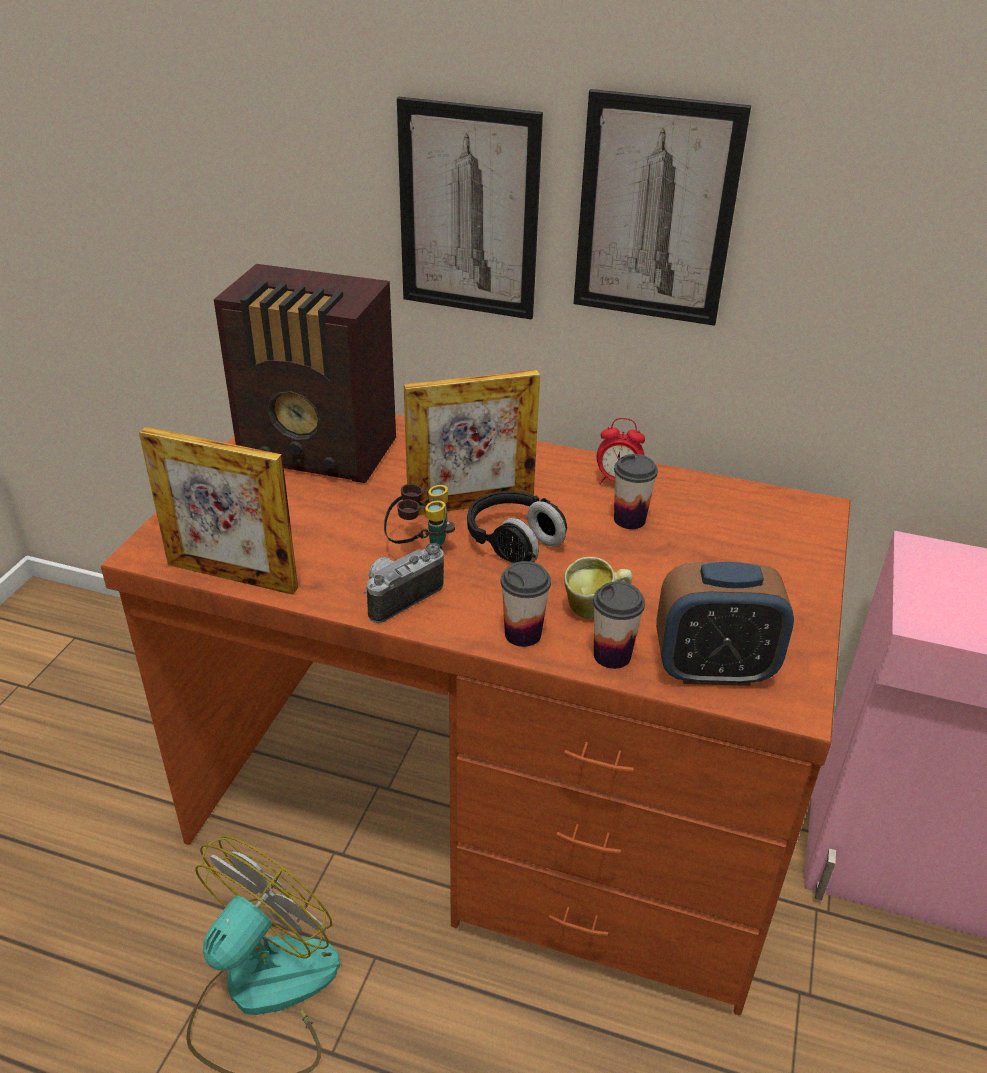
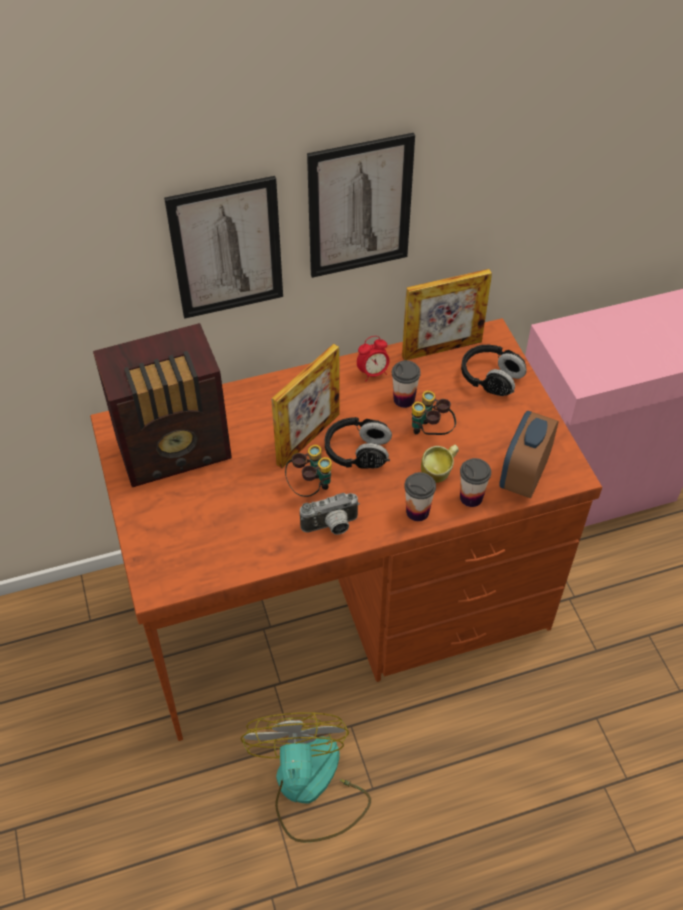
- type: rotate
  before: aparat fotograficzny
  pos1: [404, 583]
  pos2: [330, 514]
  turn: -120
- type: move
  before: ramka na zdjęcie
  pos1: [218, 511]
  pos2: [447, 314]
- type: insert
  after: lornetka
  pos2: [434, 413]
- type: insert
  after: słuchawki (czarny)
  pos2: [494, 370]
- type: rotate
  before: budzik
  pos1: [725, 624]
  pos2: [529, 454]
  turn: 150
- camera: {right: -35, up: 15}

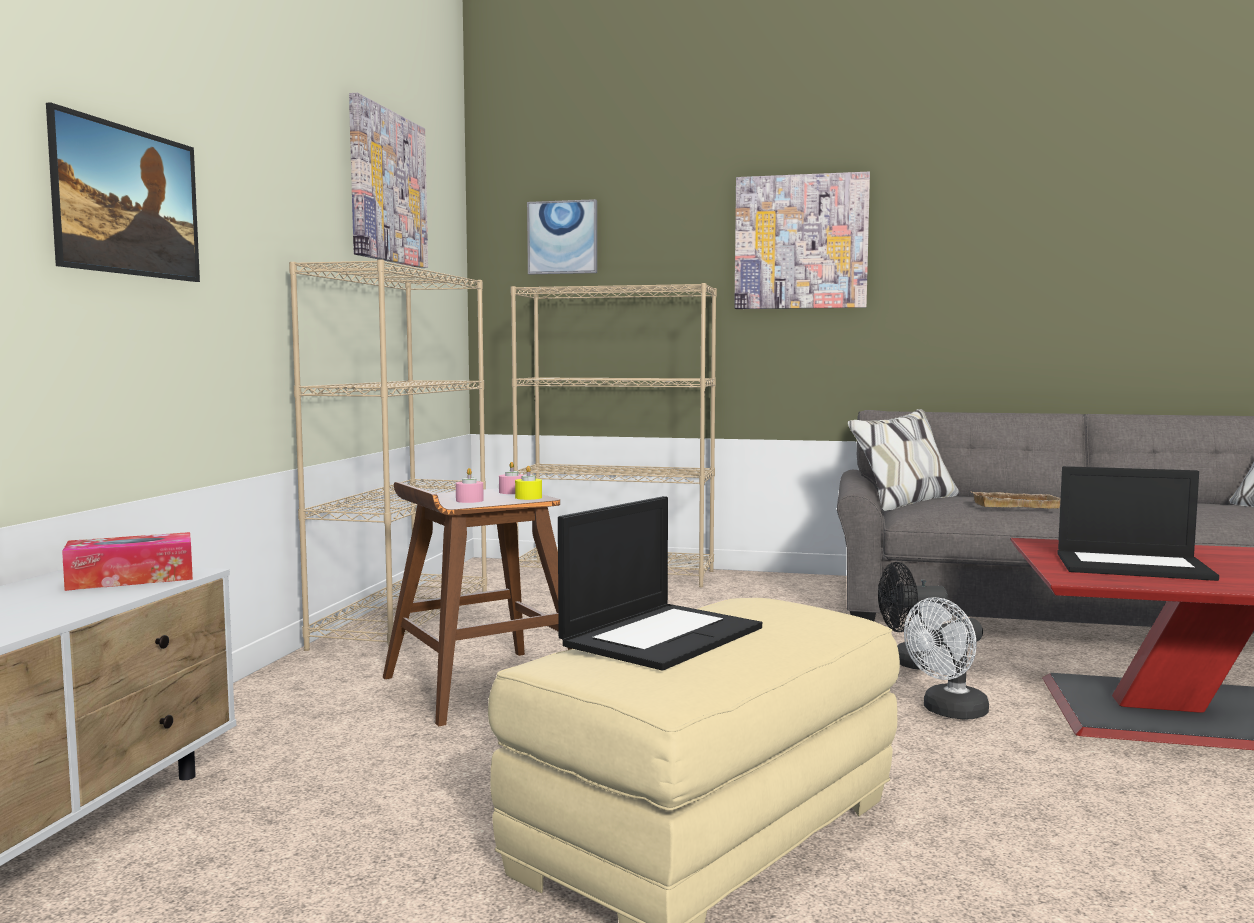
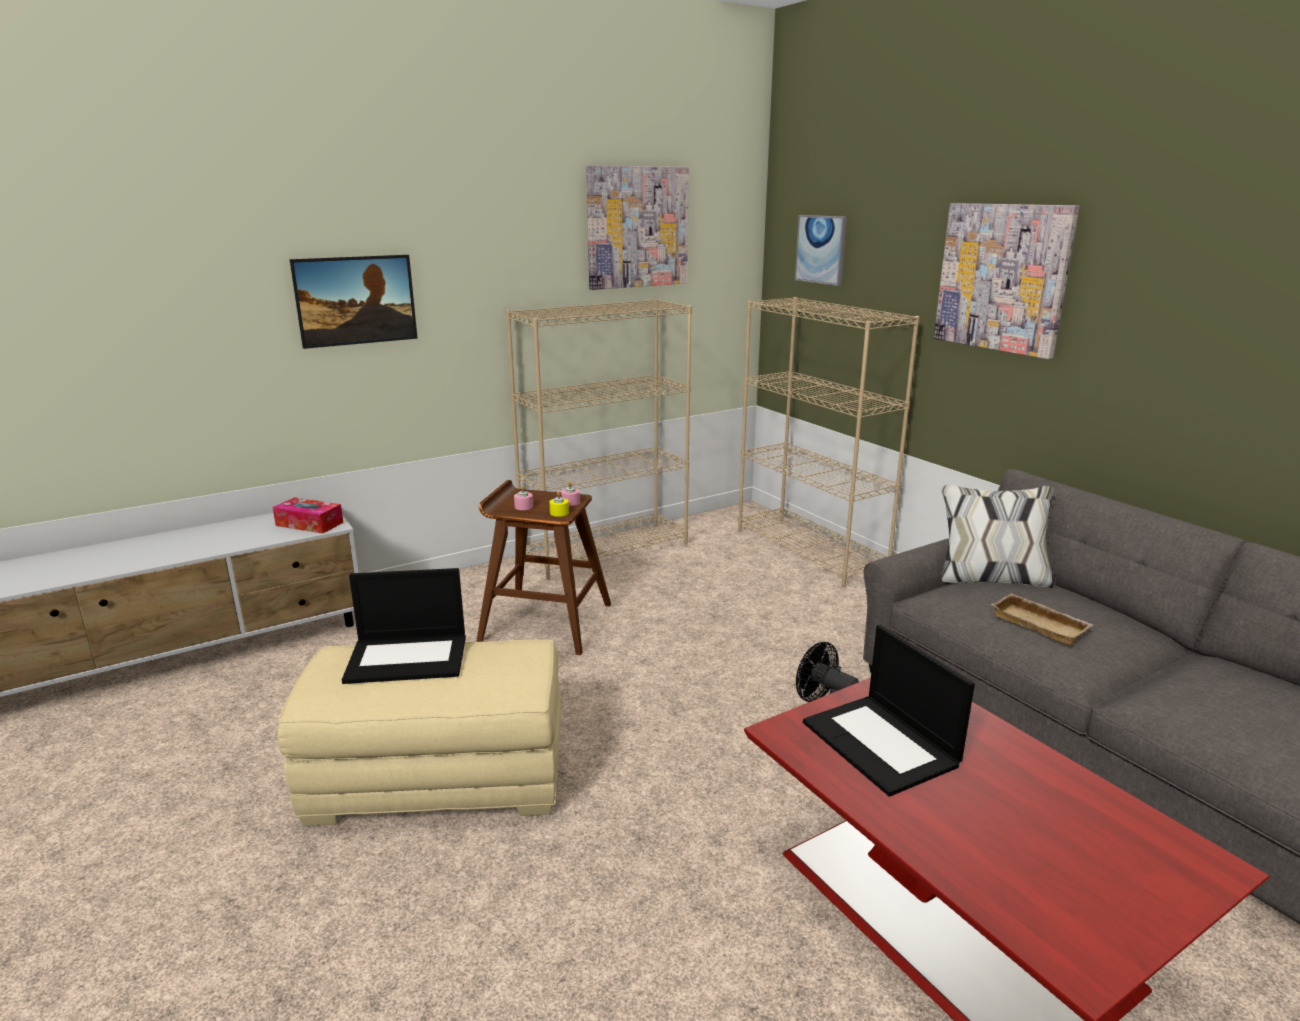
- type: delete
  before: wentylator (biały)
  pos1: [946, 658]
- camera: {right: 45, up: 15}

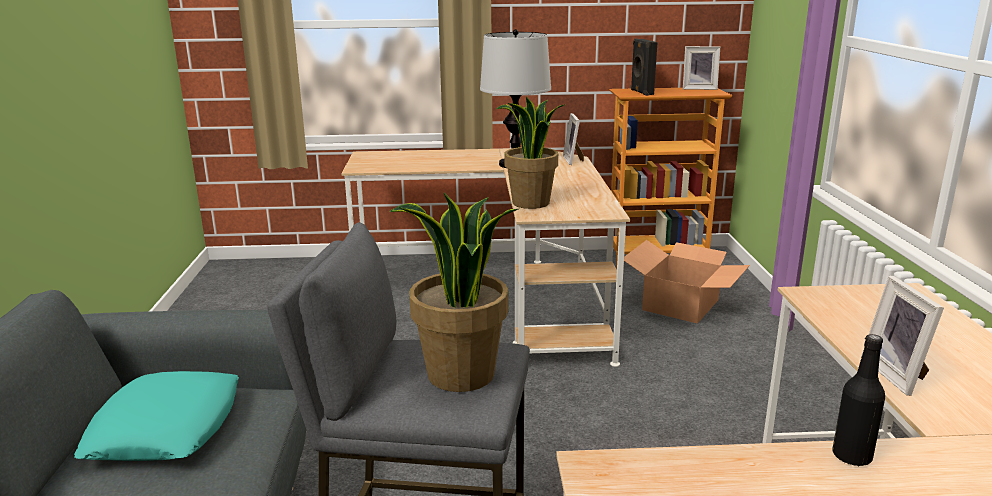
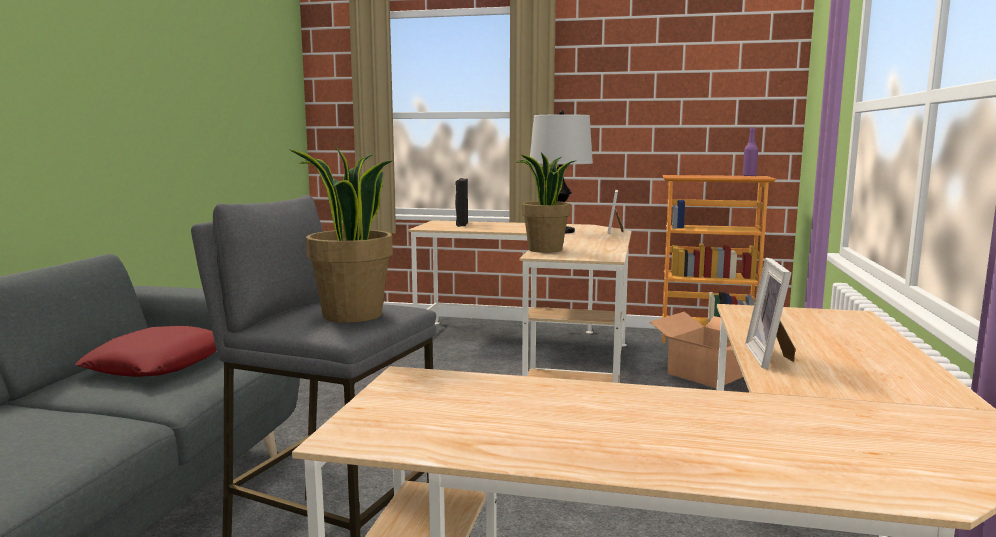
- type: recolor
  before: poduszka (turkusowy)
  after: poduszka (czerwony)
  pos1: [156, 416]
  pos2: [146, 351]
- type: move
  before: głośnik (czarny)
  pos1: [644, 67]
  pos2: [461, 202]
- type: replace
  before: ramka na zdjęcie
  after: butelka (fioletowy)
  pos1: [701, 68]
  pos2: [750, 152]
- type: delete
  before: butelka (czarny)
  pos1: [858, 400]
- camera: {right: 15, up: -10}

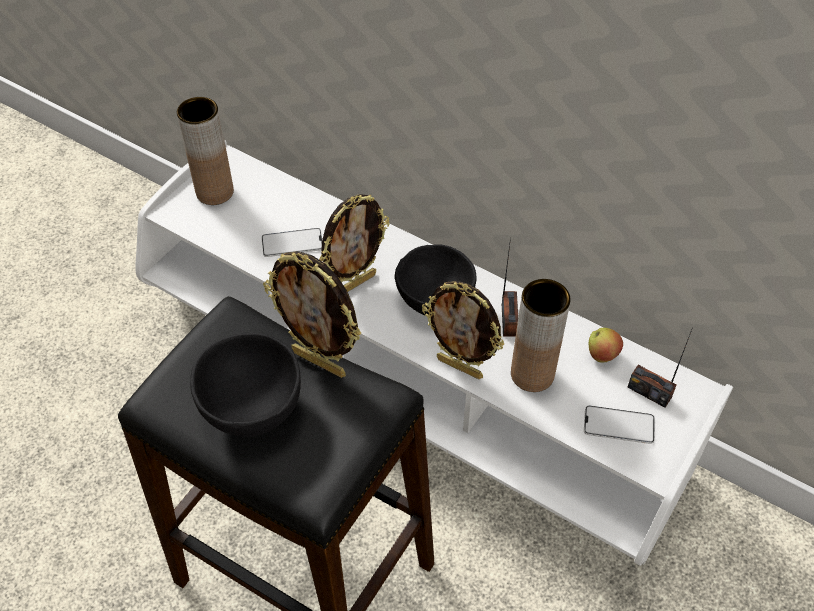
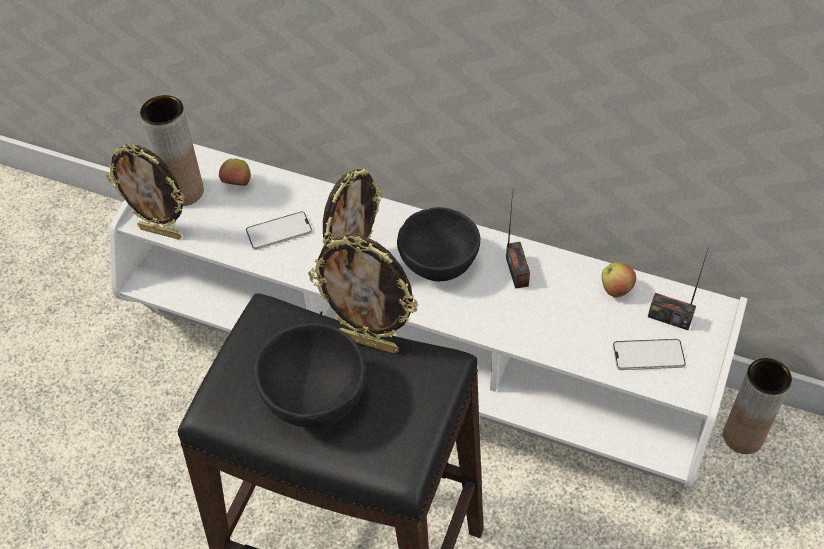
- type: move
  before: ramka na zdjęcie
  pos1: [463, 330]
  pos2: [145, 192]
- type: insert
  after: jabłko
  pos2: [235, 172]
- type: move
  before: wazon (brązowy)
  pos1: [541, 335]
  pos2: [757, 406]
- camera: {right: -10, up: 0}

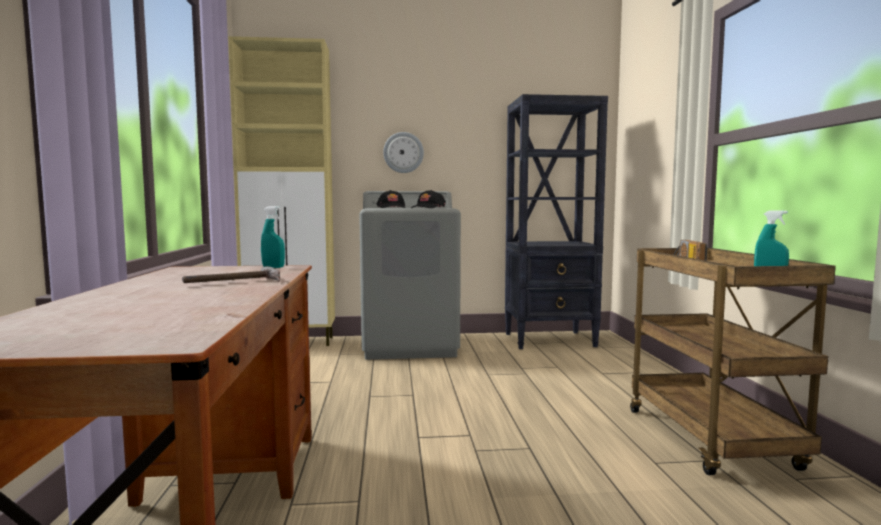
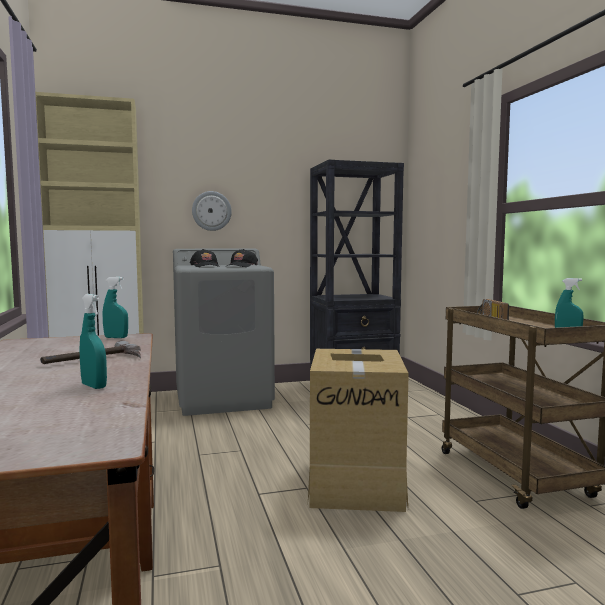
- type: insert
  after: spryskiwacz (turkusowy)
  pos2: [93, 341]
- type: insert
  after: karton
  pos2: [358, 430]
- camera: {right: -10, up: 0}

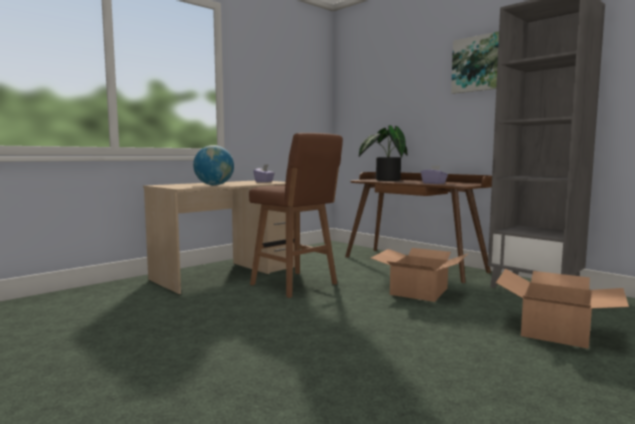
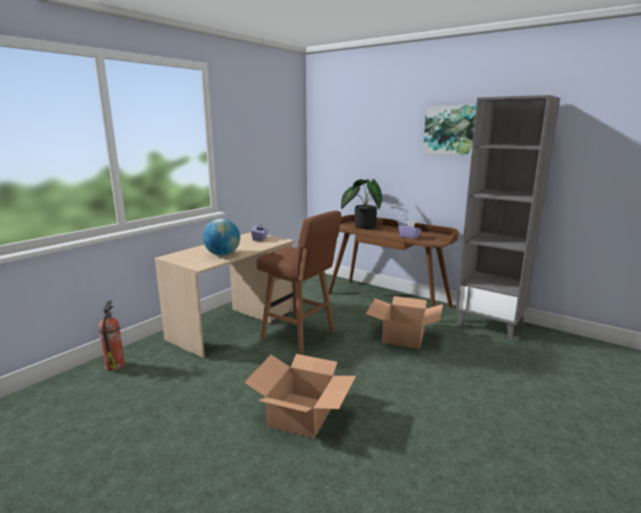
- type: insert
  after: gaśnica
  pos2: [111, 335]
- type: move
  before: karton
  pos1: [562, 308]
  pos2: [300, 396]
- camera: {right: -10, up: 10}

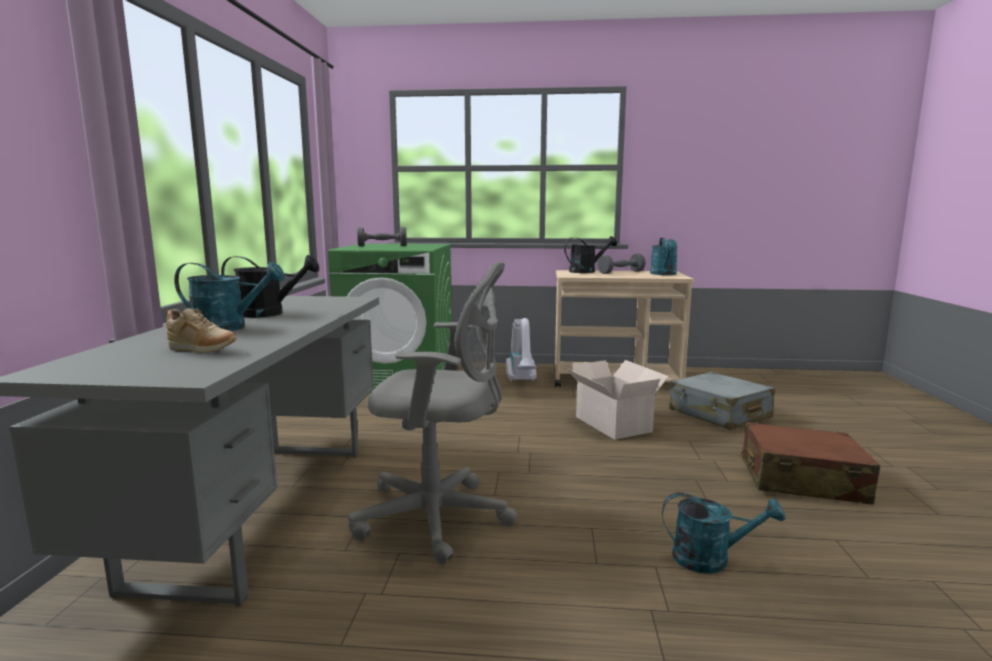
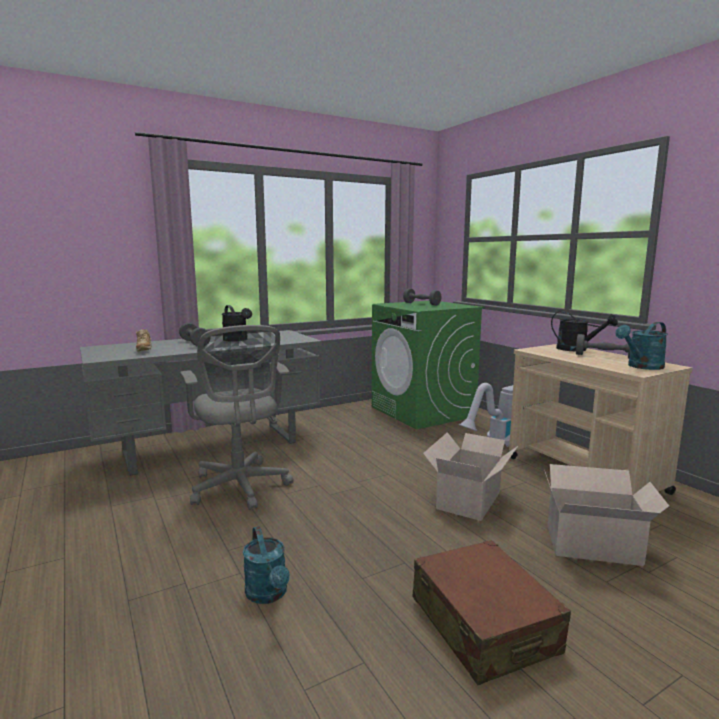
- type: replace
  before: konewka (turkusowy)
  after: hantel (szary)
  pos1: [229, 296]
  pos2: [193, 335]
- type: replace
  before: walizka (szary)
  after: karton
  pos1: [722, 401]
  pos2: [606, 515]
- camera: {right: 55, up: 0}

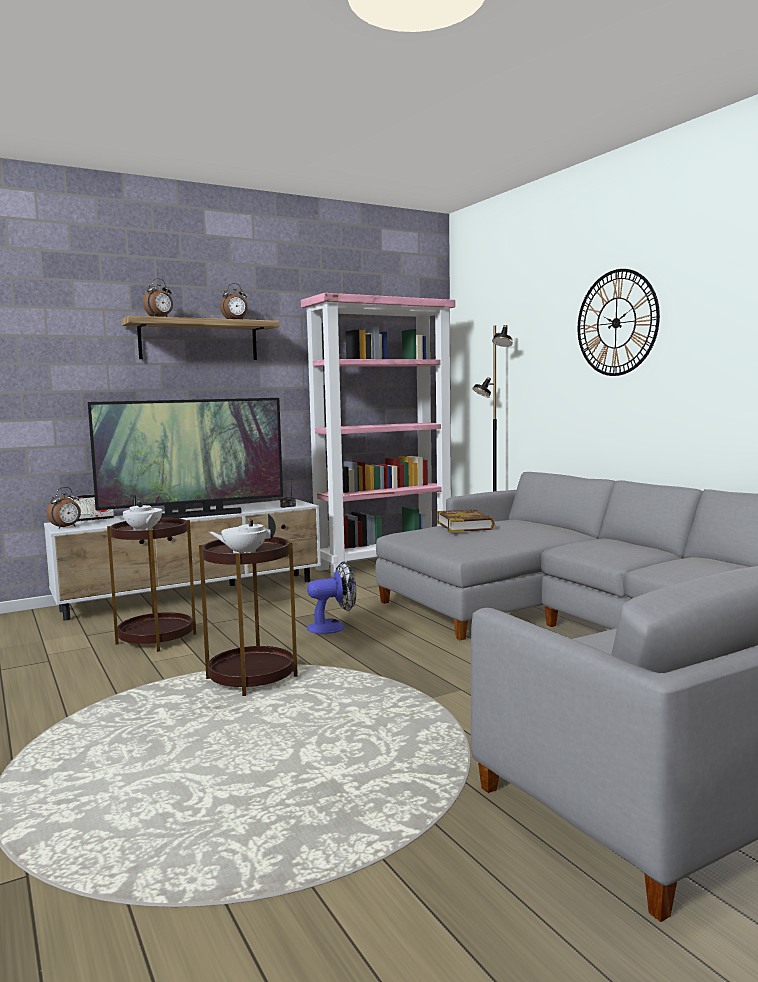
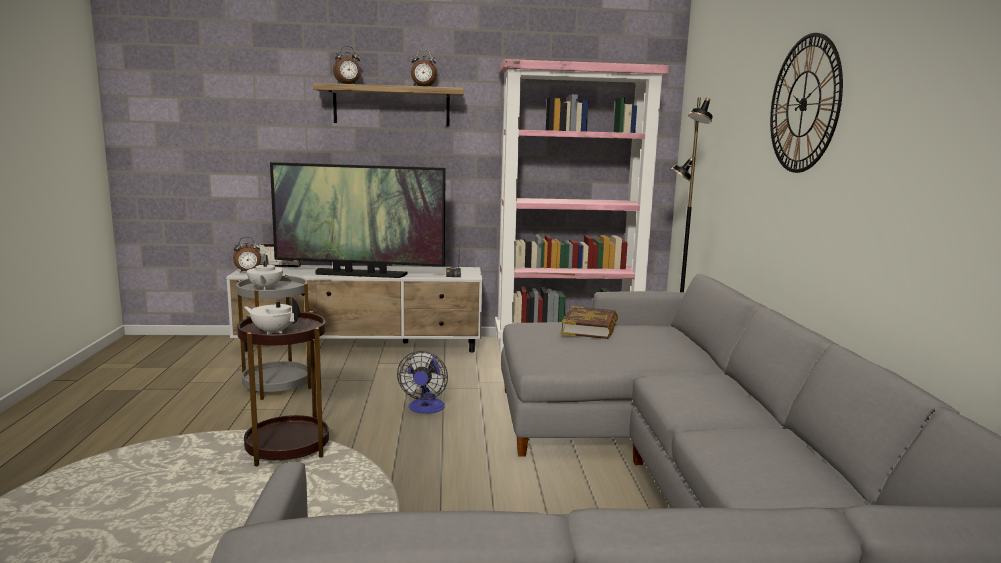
- type: recolor
  before: stolik (brązowy)
  after: stolik (szary)
  pos1: [151, 585]
  pos2: [274, 337]
- type: rotate
  before: wentylator
  pos1: [331, 597]
  pos2: [422, 382]
  turn: 90
- camera: {right: 25, up: 5}

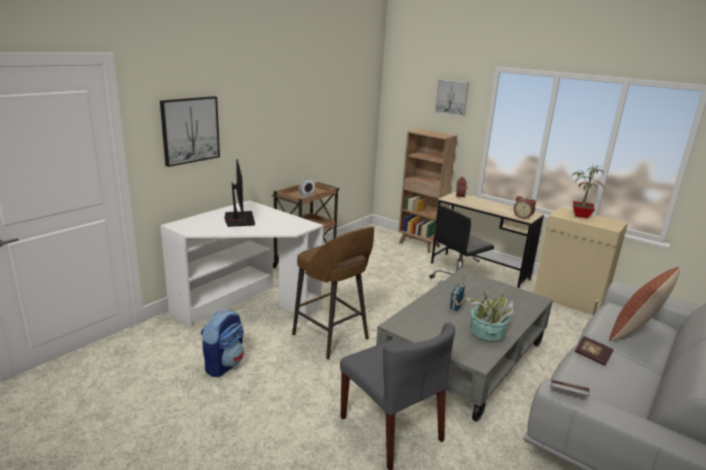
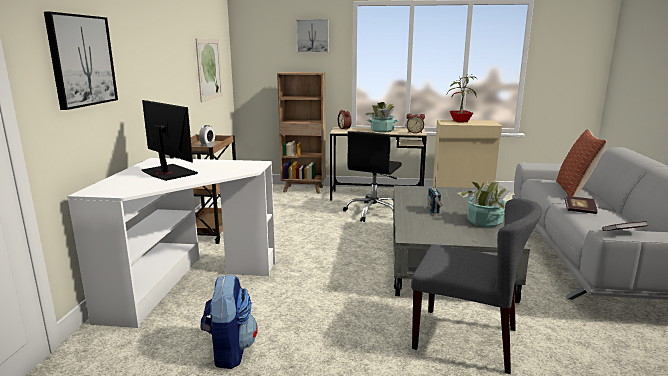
- type: insert
  after: obraz
  pos2: [209, 70]
- type: insert
  after: roślina doniczkowa
  pos2: [381, 117]
- type: delete
  before: stołek (brązowy)
  pos1: [333, 292]
- camera: {right: -30, up: -5}

